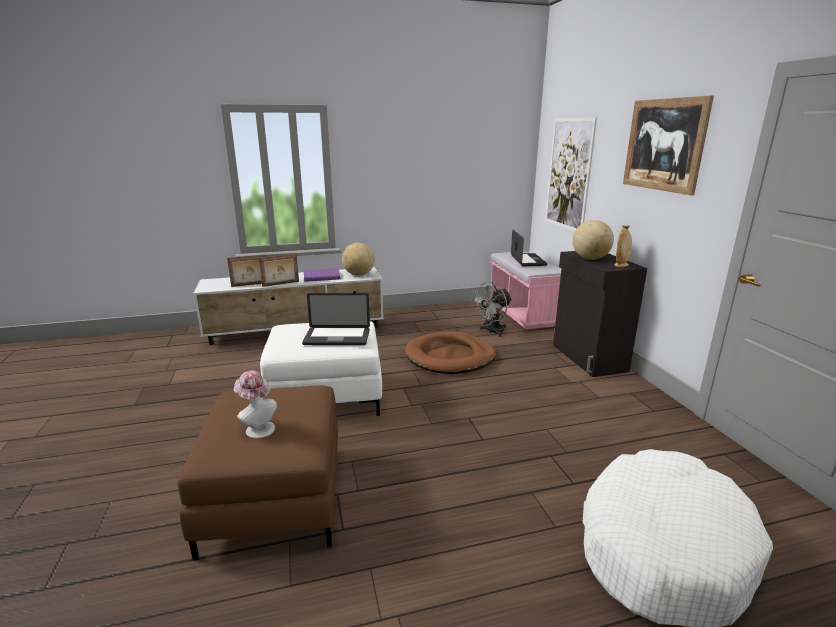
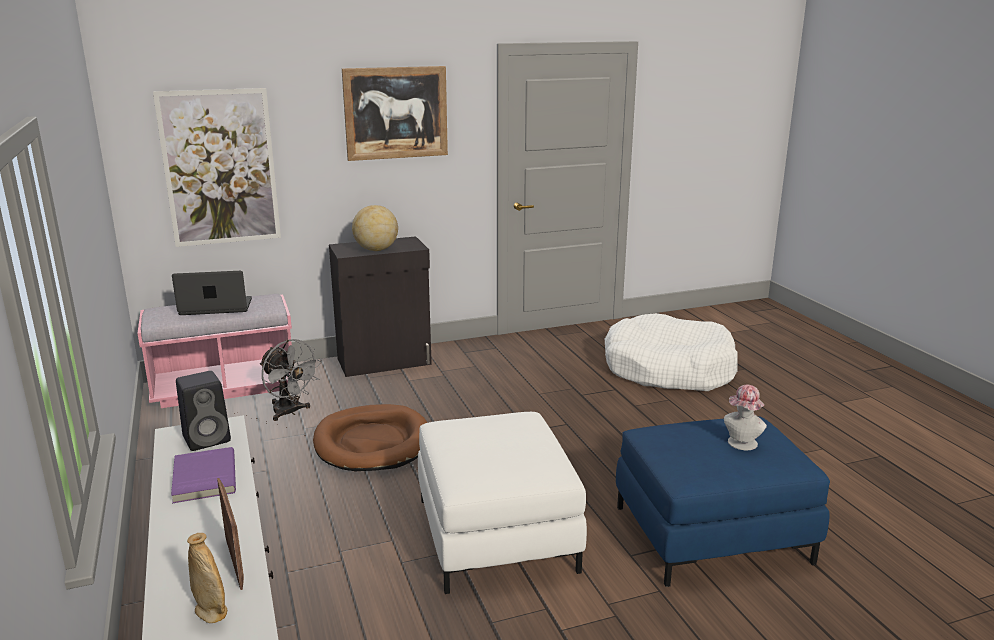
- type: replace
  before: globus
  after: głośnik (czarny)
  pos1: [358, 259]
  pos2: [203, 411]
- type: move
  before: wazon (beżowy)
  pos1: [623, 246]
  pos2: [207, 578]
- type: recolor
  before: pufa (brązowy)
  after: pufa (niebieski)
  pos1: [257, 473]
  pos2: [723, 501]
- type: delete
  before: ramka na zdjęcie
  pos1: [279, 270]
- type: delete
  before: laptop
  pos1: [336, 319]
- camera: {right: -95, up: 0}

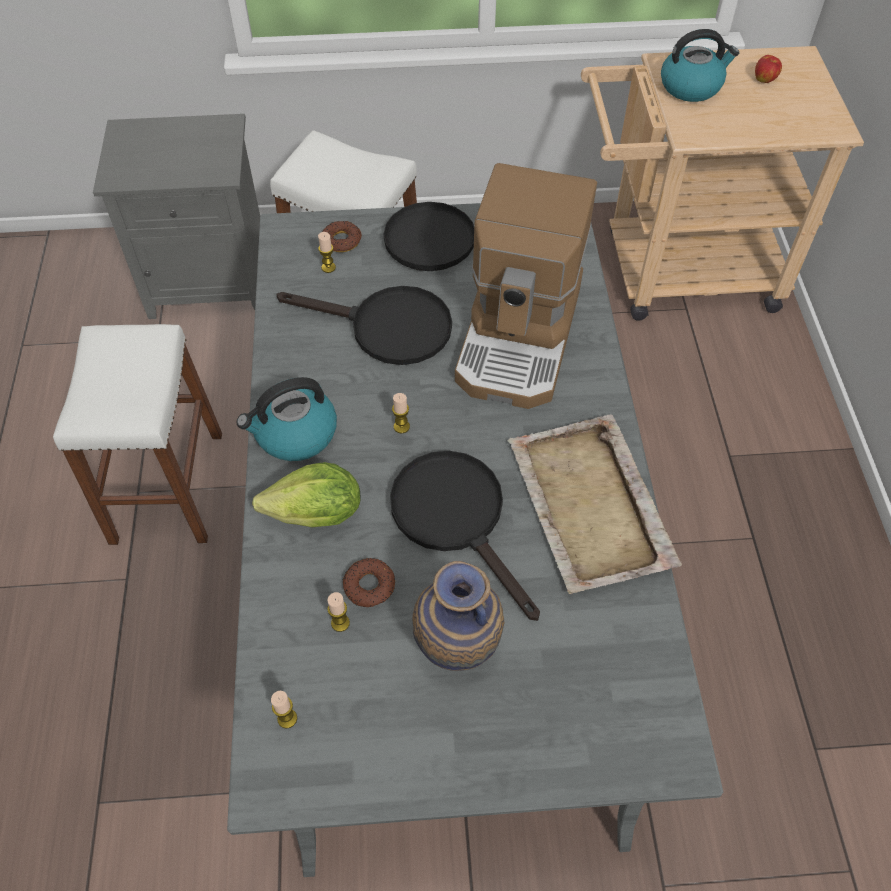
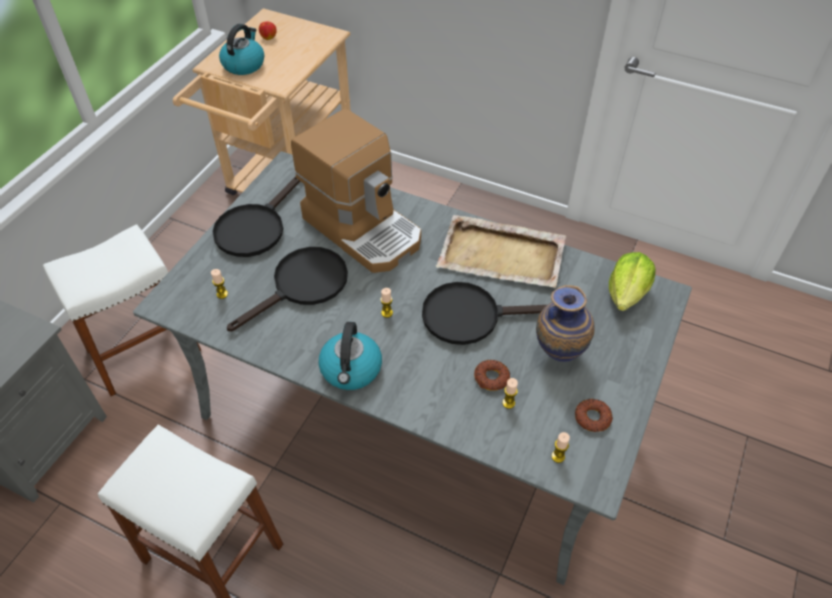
- type: move
  before: donut
  pos1: [342, 236]
  pos2: [594, 415]
- type: move
  before: sałata
  pos1: [306, 495]
  pos2: [632, 281]
- camera: {right: -60, up: -5}

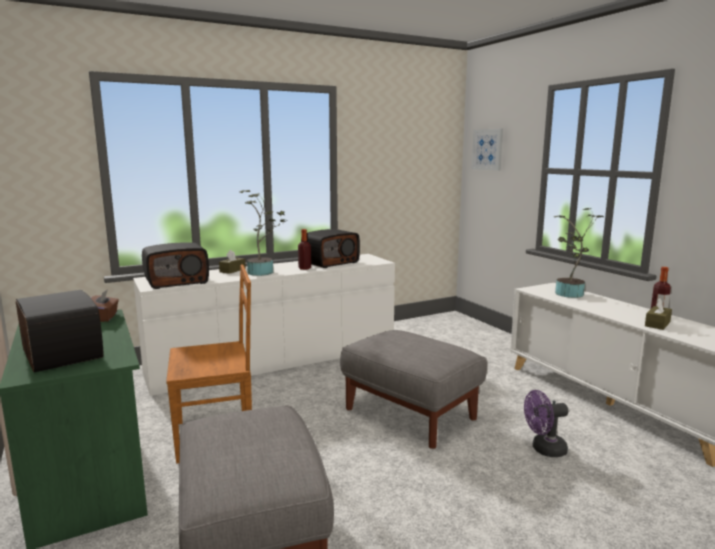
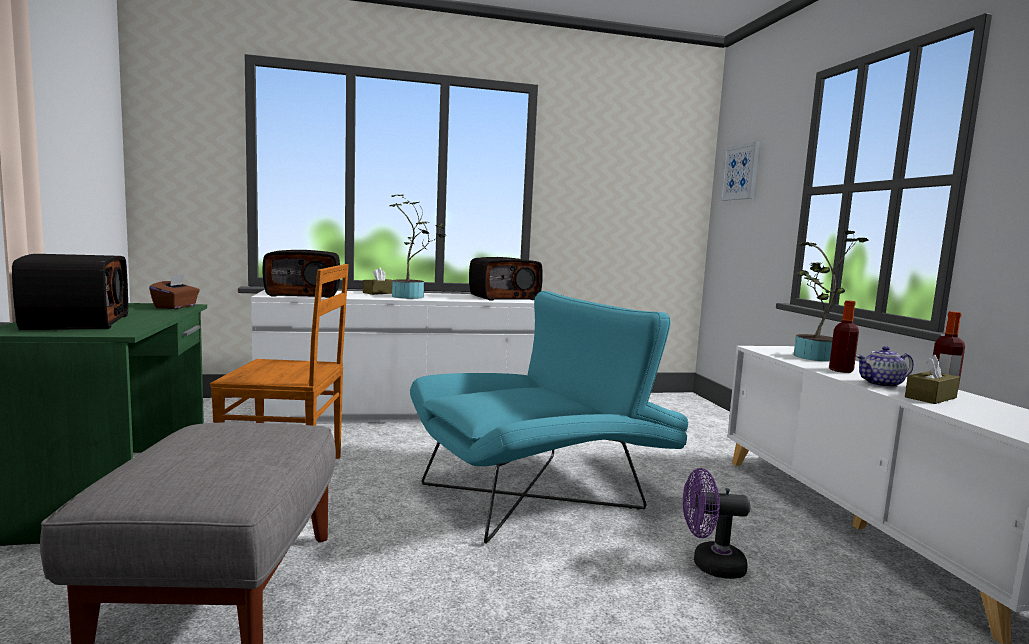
- type: replace
  before: pufa (szary)
  after: fotel (turkusowy)
  pos1: [413, 389]
  pos2: [549, 417]
- type: move
  before: butelka
  pos1: [304, 249]
  pos2: [844, 336]
- type: insert
  after: imbryk
  pos2: [885, 367]
- camera: {right: 15, up: -5}

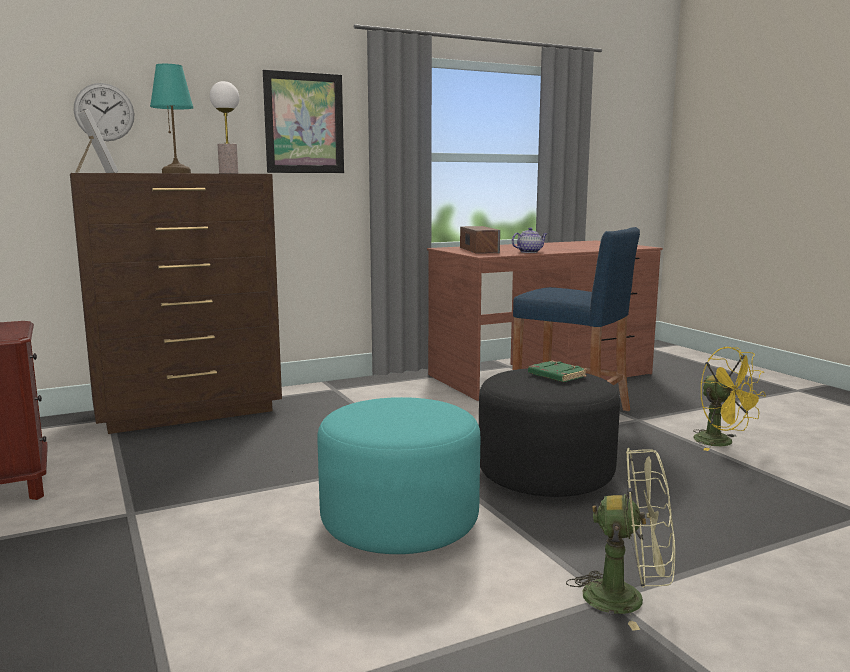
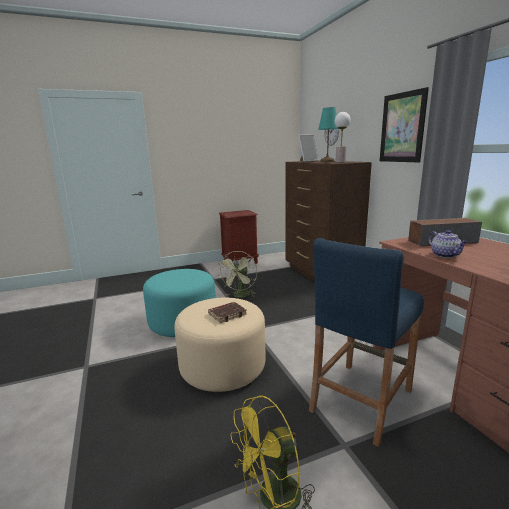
- type: recolor
  before: pufa (czarny)
  after: pufa (beżowy)
  pos1: [549, 433]
  pos2: [220, 345]
- type: recolor
  before: książka (zielony)
  after: książka (brązowy)
  pos1: [557, 371]
  pos2: [227, 312]
- type: move
  before: wentylator (zielony)
  pos1: [620, 539]
  pos2: [238, 274]
- camera: {right: 95, up: 5}

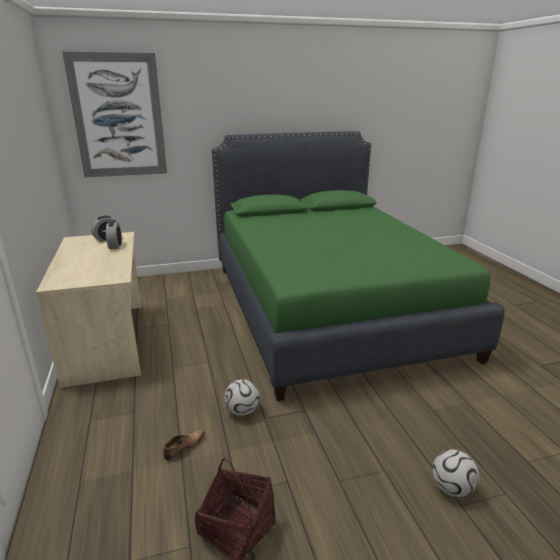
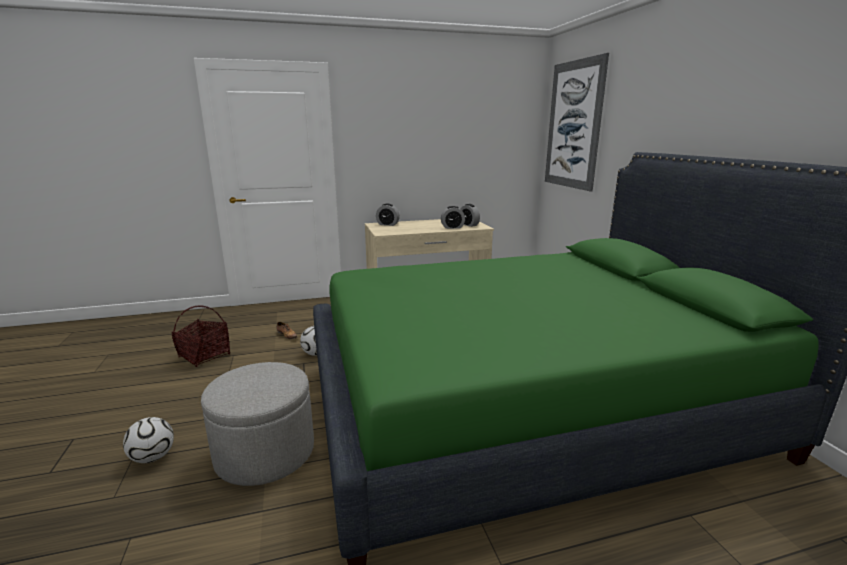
- type: insert
  after: pufa (szary)
  pos2: [257, 424]
- type: insert
  after: budzik
  pos2: [388, 215]
- camera: {right: 90, up: -5}

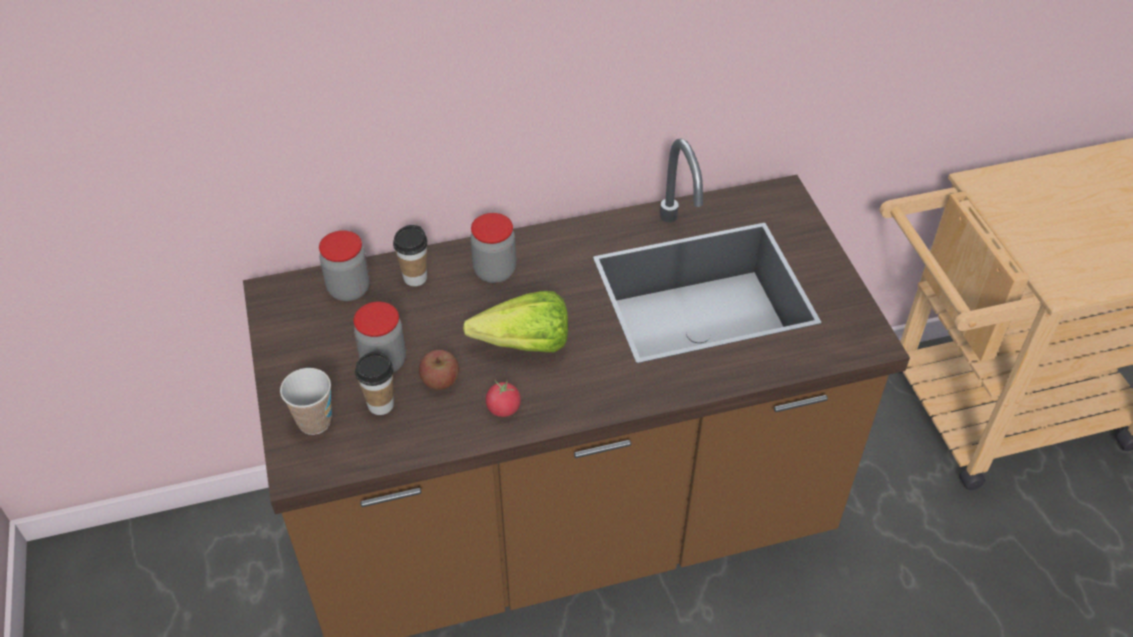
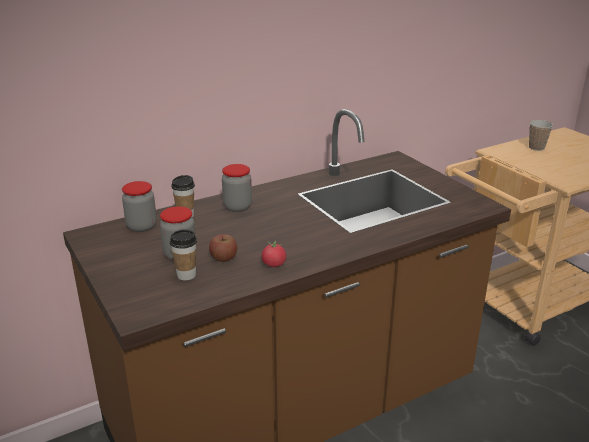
- type: move
  before: filiżanka
  pos1: [306, 401]
  pos2: [541, 135]
- type: delete
  before: sałata
  pos1: [515, 322]
- camera: {right: -15, up: -20}

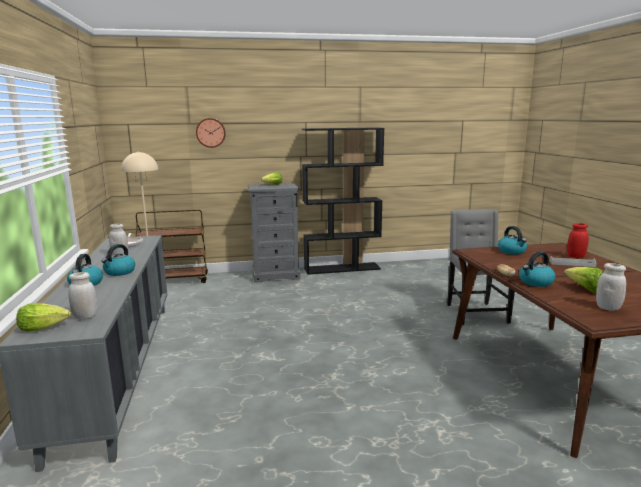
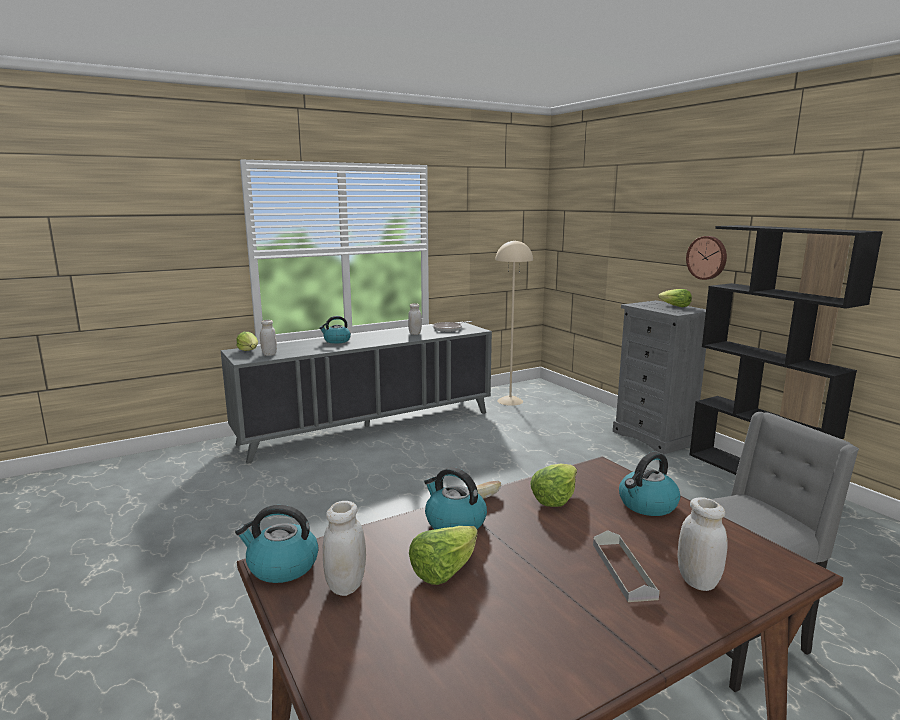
- type: move
  before: czajnik
  pos1: [118, 260]
  pos2: [277, 544]
- type: insert
  after: sałata
  pos2: [553, 485]
- type: recolor
  before: słoik (czerwony)
  after: słoik (biały)
  pos1: [578, 240]
  pos2: [702, 544]
- type: move
  before: zegar ścienny
  pos1: [210, 133]
  pos2: [706, 258]
- type: delete
  before: wózek (brązowy)
  pos1: [172, 246]
- camera: {right: 70, up: 0}

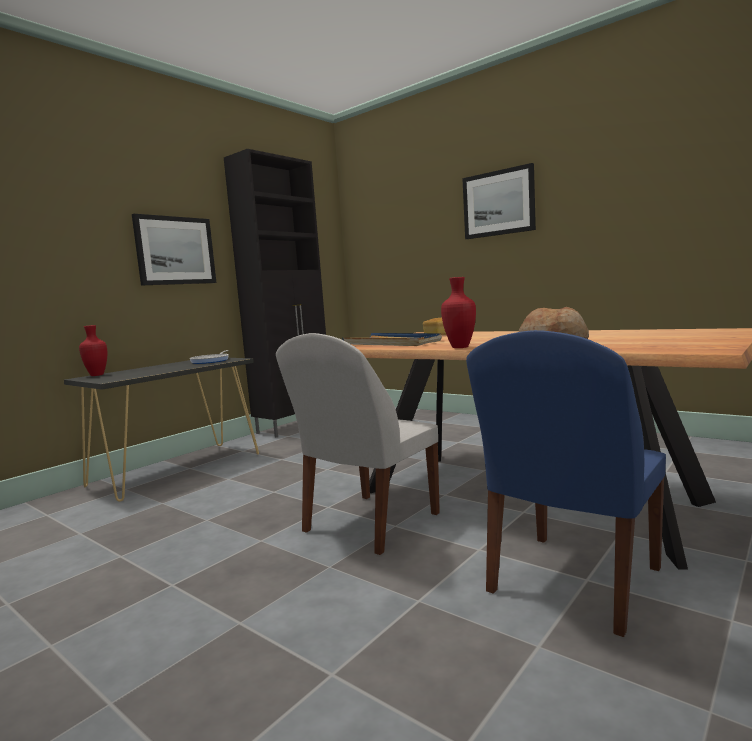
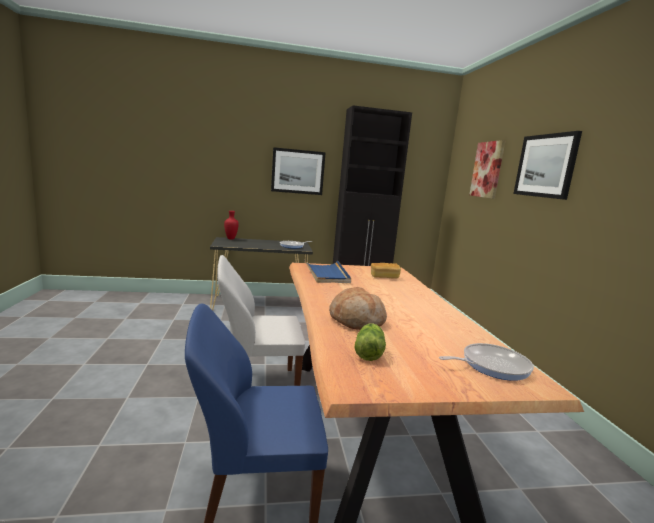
- type: insert
  after: sałata
  pos2: [370, 342]
- type: insert
  after: patelnia
  pos2: [486, 362]
- type: insert
  after: obraz
  pos2: [487, 169]
- type: delete
  before: wazon (czerwony)
  pos1: [458, 312]
- camera: {right: 40, up: 5}

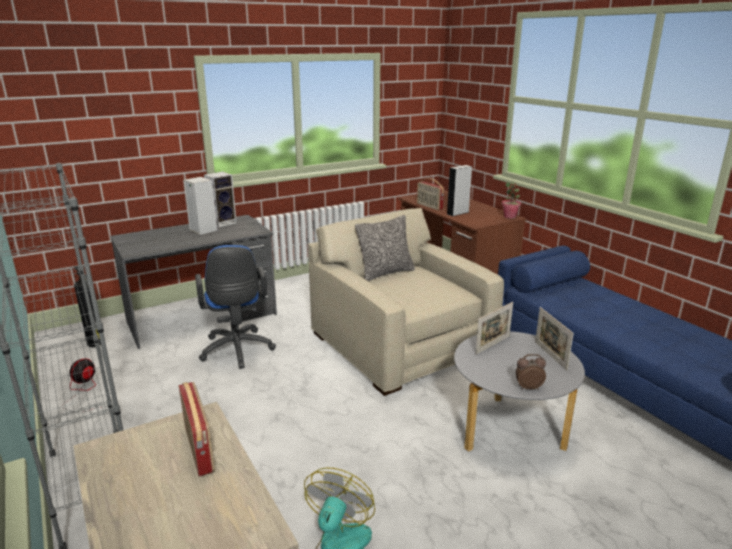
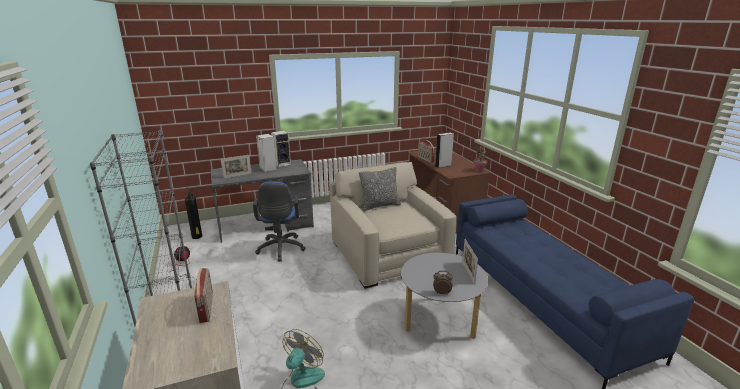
- type: move
  before: ramka na zdjęcie
  pos1: [494, 328]
  pos2: [236, 167]
- camera: {right: 10, up: 0}

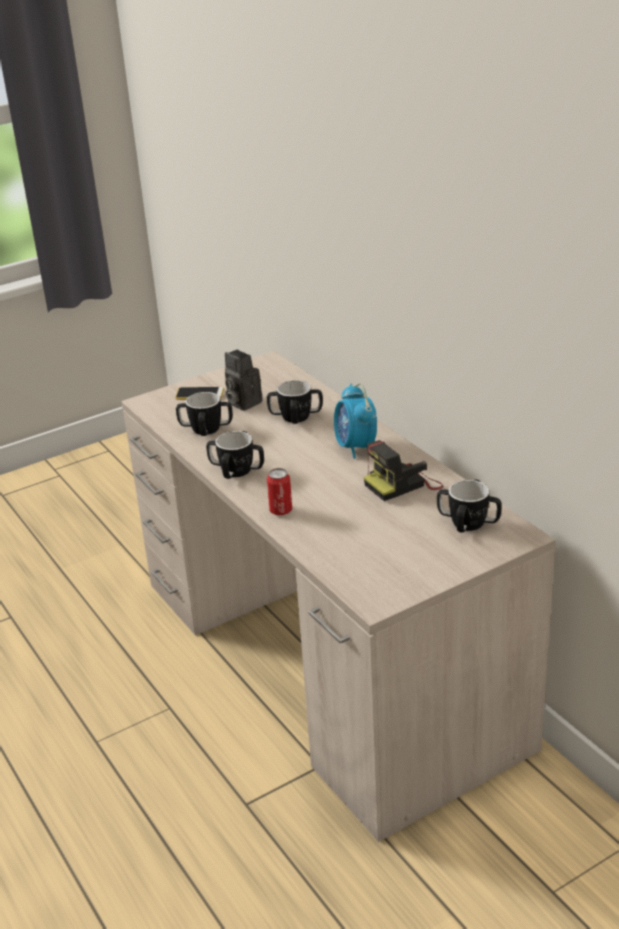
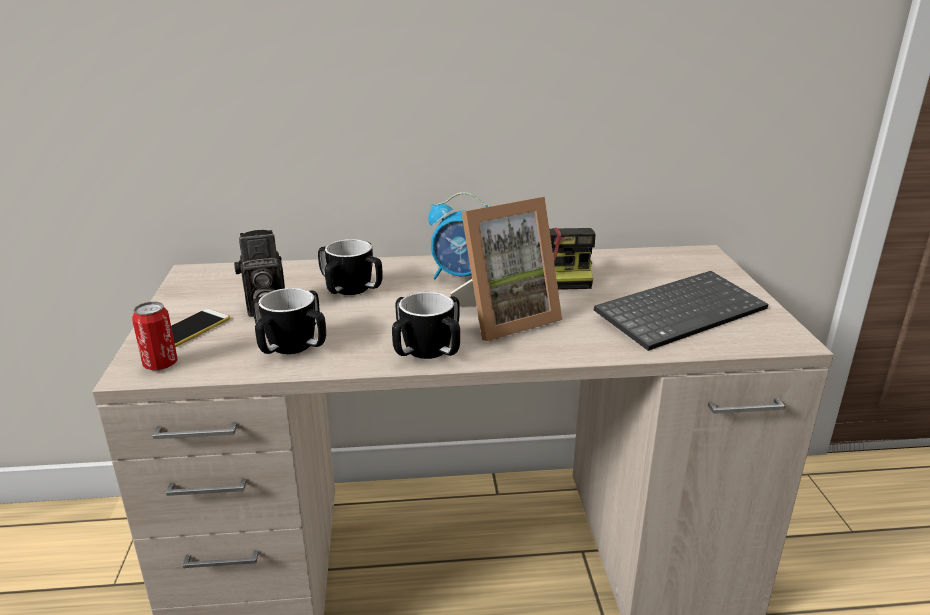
- type: move
  before: puszka
  pos1: [279, 491]
  pos2: [155, 336]
- type: insert
  after: ramka na zdjęcie
  pos2: [506, 269]
- type: insert
  after: klawiatura
  pos2: [681, 311]
- type: delete
  before: kubek
  pos1: [469, 506]
- camera: {right: -65, up: -5}

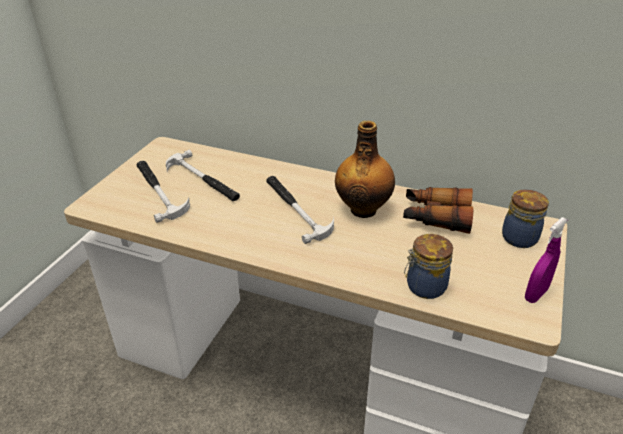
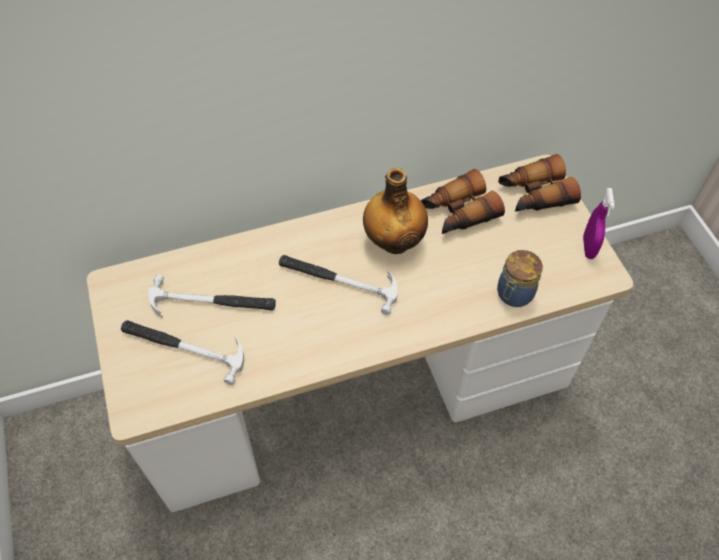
- type: replace
  before: słoik
  after: lornetka
  pos1: [525, 218]
  pos2: [539, 183]
- camera: {right: -40, up: 20}

